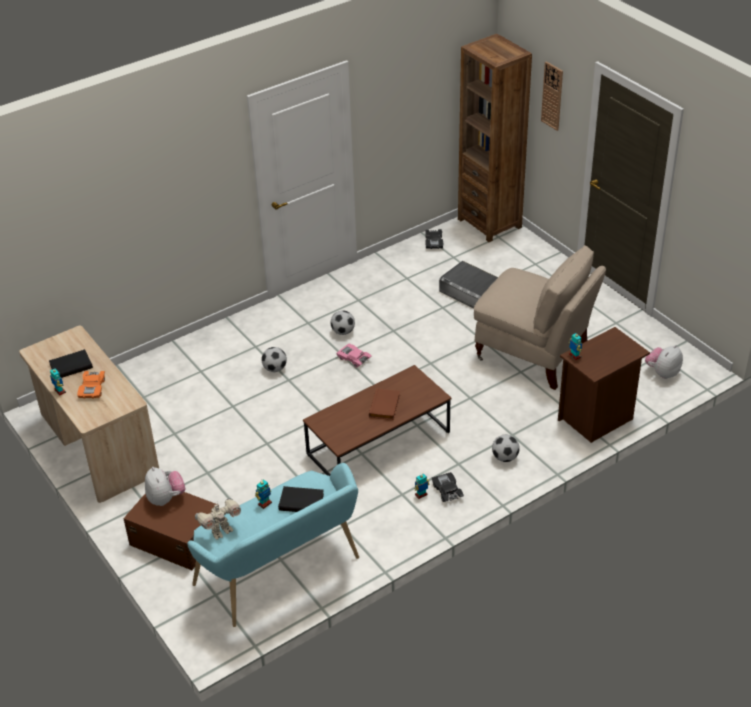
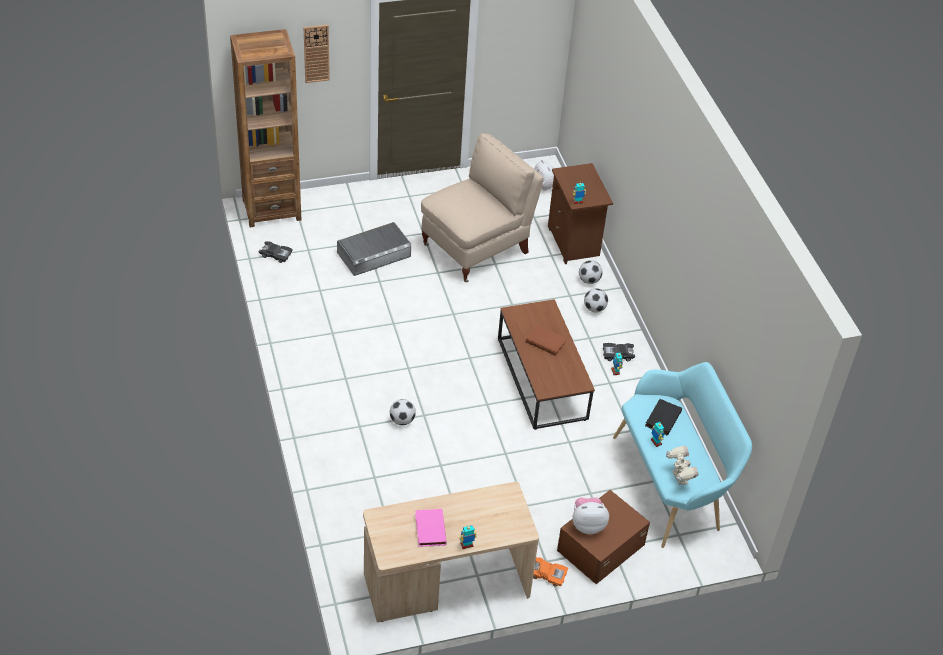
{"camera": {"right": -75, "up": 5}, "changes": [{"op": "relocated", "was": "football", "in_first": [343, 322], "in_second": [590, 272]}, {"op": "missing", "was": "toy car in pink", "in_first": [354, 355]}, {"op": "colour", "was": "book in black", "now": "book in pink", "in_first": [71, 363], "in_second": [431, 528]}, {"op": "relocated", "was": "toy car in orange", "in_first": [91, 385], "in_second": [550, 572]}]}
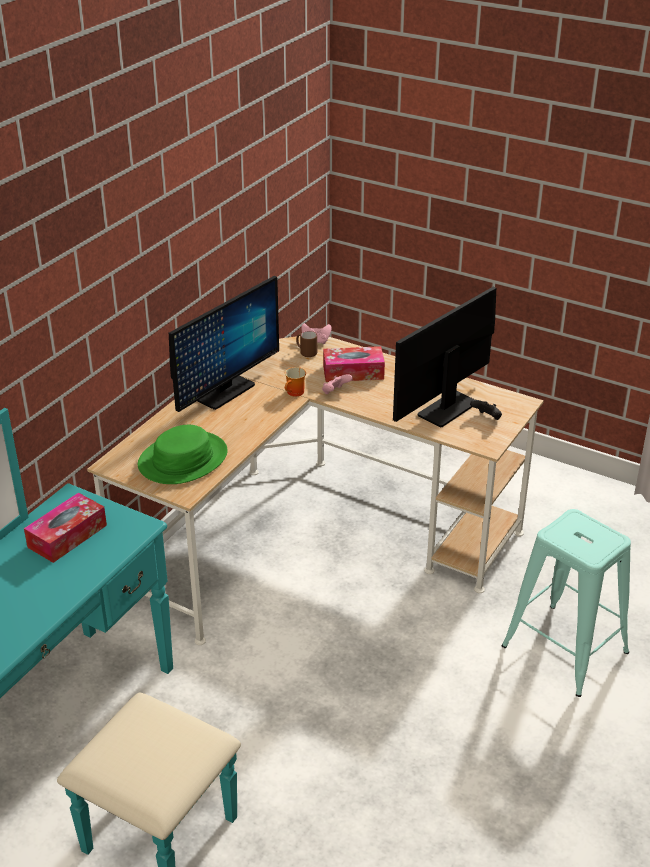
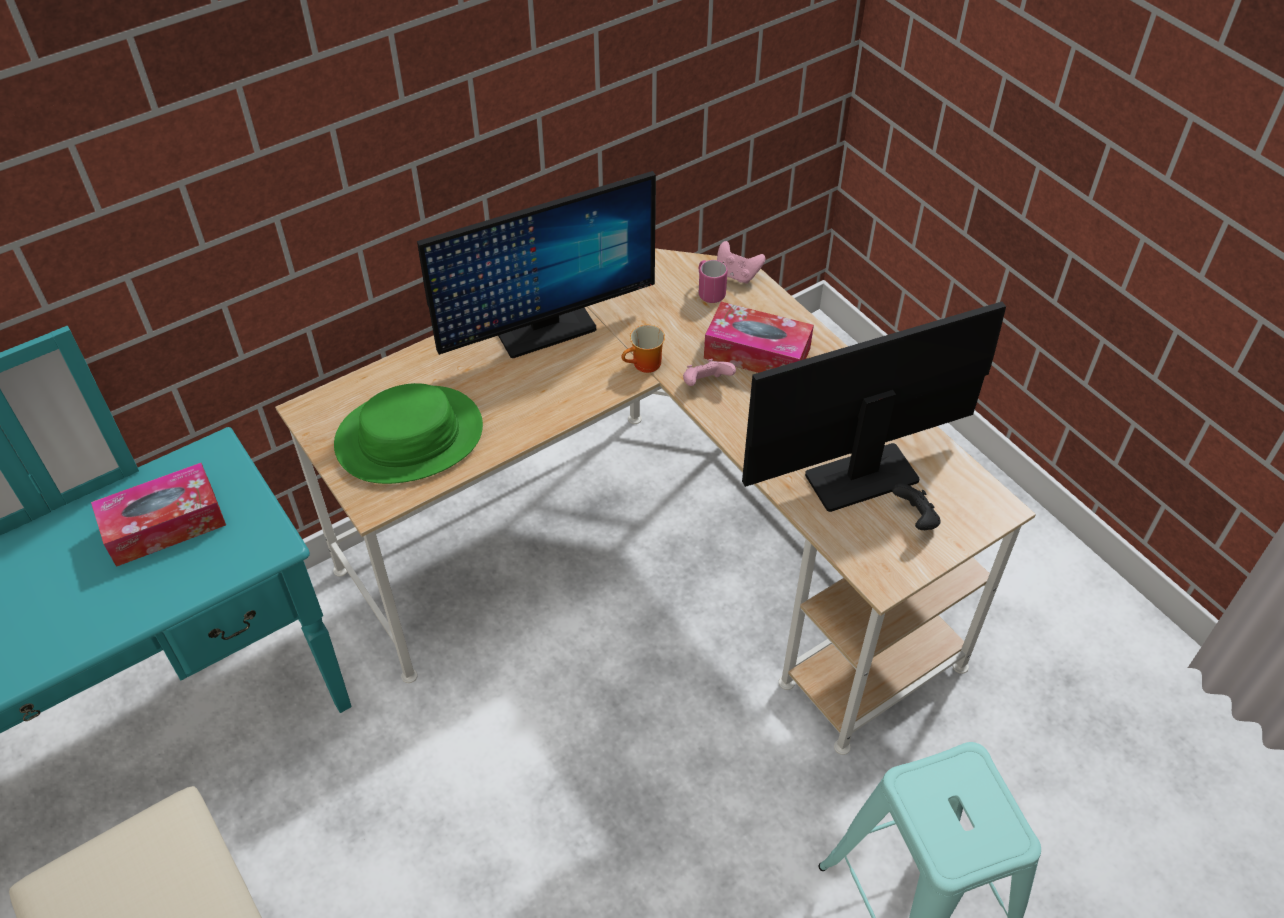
{"camera": {"right": 25, "up": 15}, "changes": [{"op": "colour", "was": "mug in brown", "now": "mug in pink", "in_first": [306, 344], "in_second": [713, 281]}]}
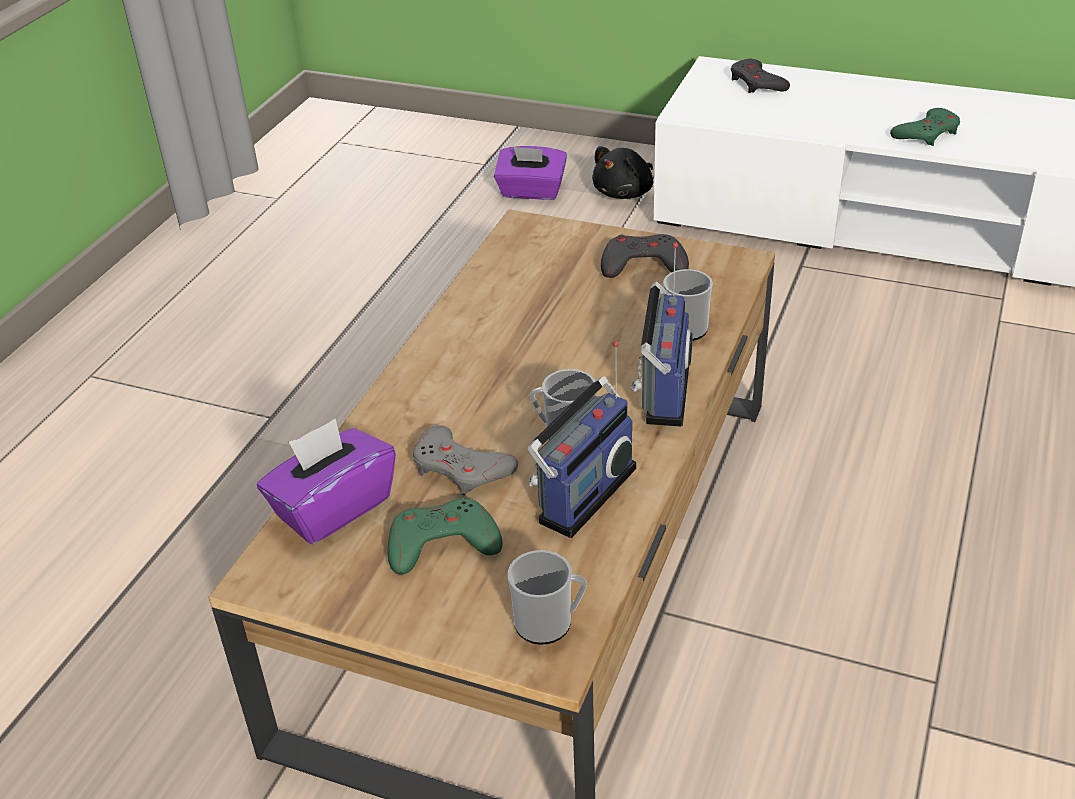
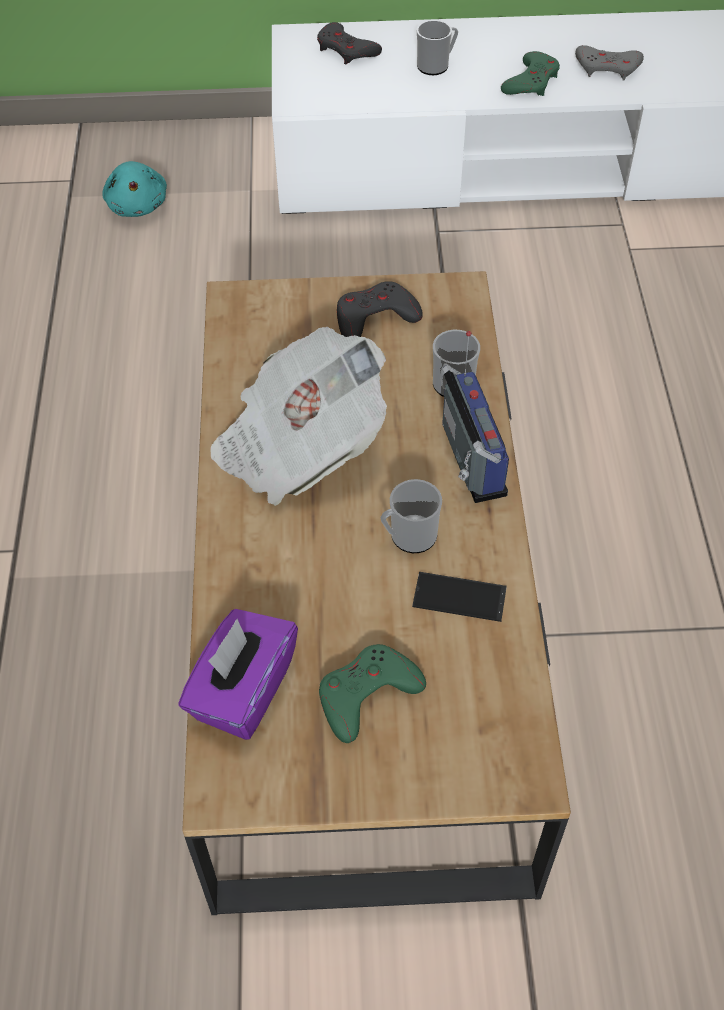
{"camera": {"right": -25, "up": 15}, "changes": [{"op": "exchanged", "was": "tissue box in purple", "now": "plush toy in turquoise", "in_first": [530, 173], "in_second": [134, 189]}, {"op": "missing", "was": "plush toy in black", "in_first": [622, 172]}, {"op": "exchanged", "was": "radio", "now": "phone", "in_first": [581, 439], "in_second": [459, 597]}, {"op": "relocated", "was": "game controller in grey", "in_first": [465, 460], "in_second": [609, 62]}, {"op": "relocated", "was": "mug", "in_first": [547, 597], "in_second": [437, 47]}, {"op": "appeared", "now": "newspaper", "in_second": [298, 416]}]}
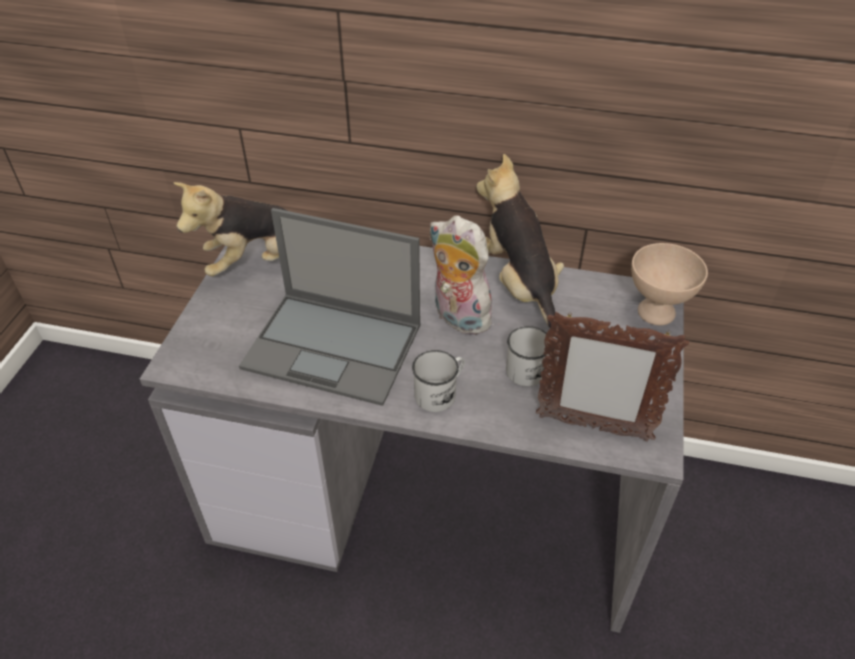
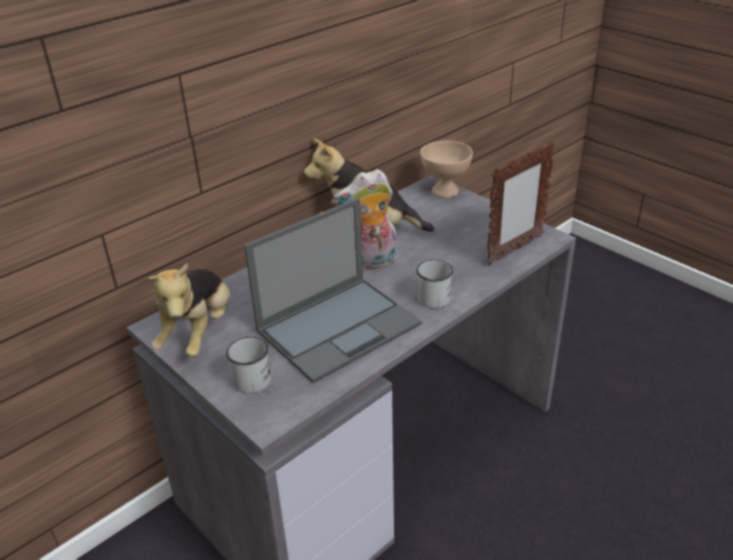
{"camera": {"right": -55, "up": -10}, "changes": [{"op": "relocated", "was": "mug in white", "in_first": [530, 356], "in_second": [248, 365]}]}
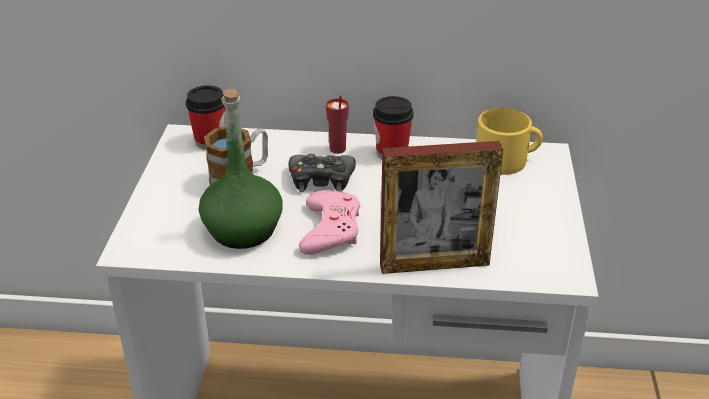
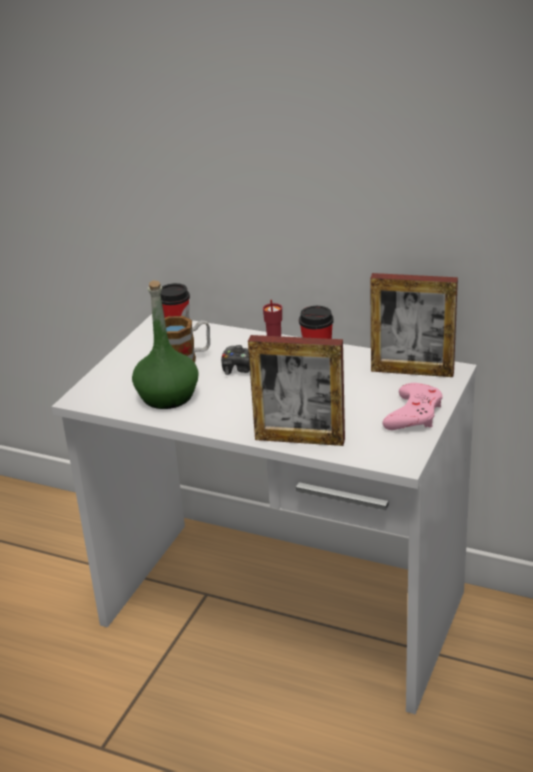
{"camera": {"right": 20, "up": -5}, "changes": [{"op": "exchanged", "was": "mug in yellow", "now": "picture frame", "in_first": [509, 141], "in_second": [414, 325]}, {"op": "relocated", "was": "game controller in pink", "in_first": [329, 222], "in_second": [412, 406]}]}
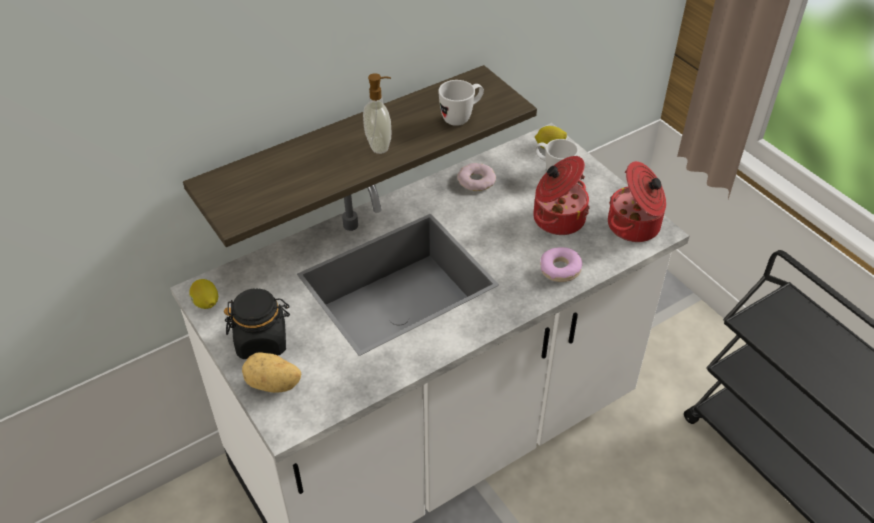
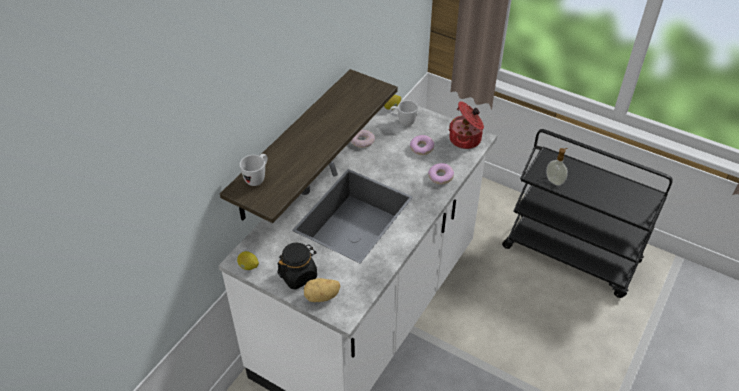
{"camera": {"right": -25, "up": 0}, "changes": [{"op": "relocated", "was": "soap dispenser", "in_first": [377, 113], "in_second": [557, 167]}, {"op": "relocated", "was": "mug in white", "in_first": [461, 103], "in_second": [254, 170]}, {"op": "exchanged", "was": "cooking pot", "now": "donut", "in_first": [561, 195], "in_second": [422, 145]}]}
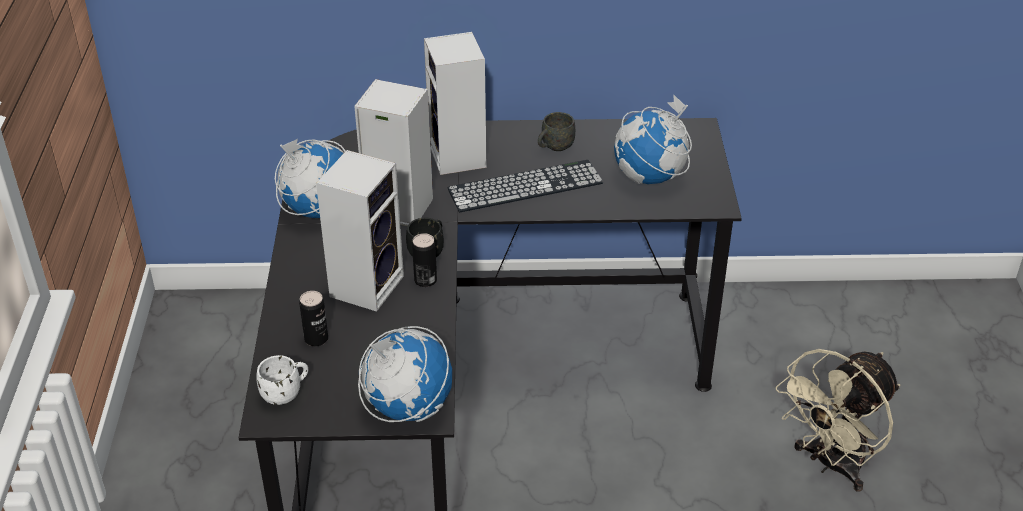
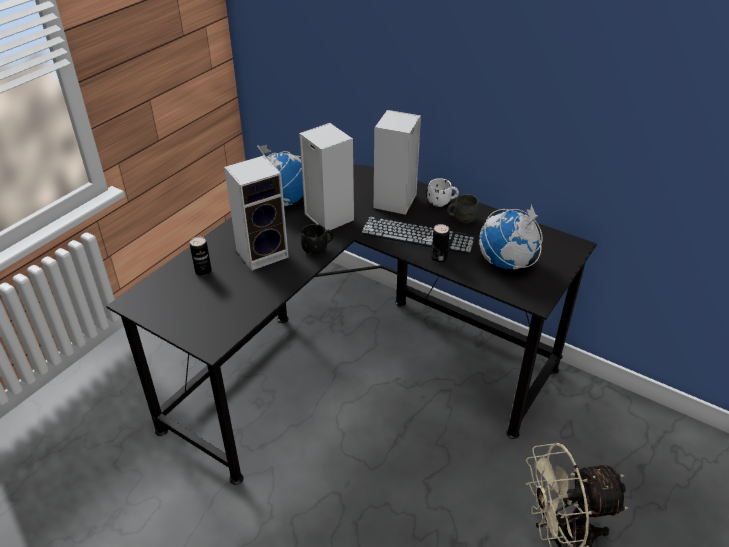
{"camera": {"right": 35, "up": 0}, "changes": [{"op": "relocated", "was": "can", "in_first": [424, 260], "in_second": [440, 243]}, {"op": "missing", "was": "globe", "in_first": [405, 374]}, {"op": "relocated", "was": "mug in white", "in_first": [282, 380], "in_second": [443, 192]}]}
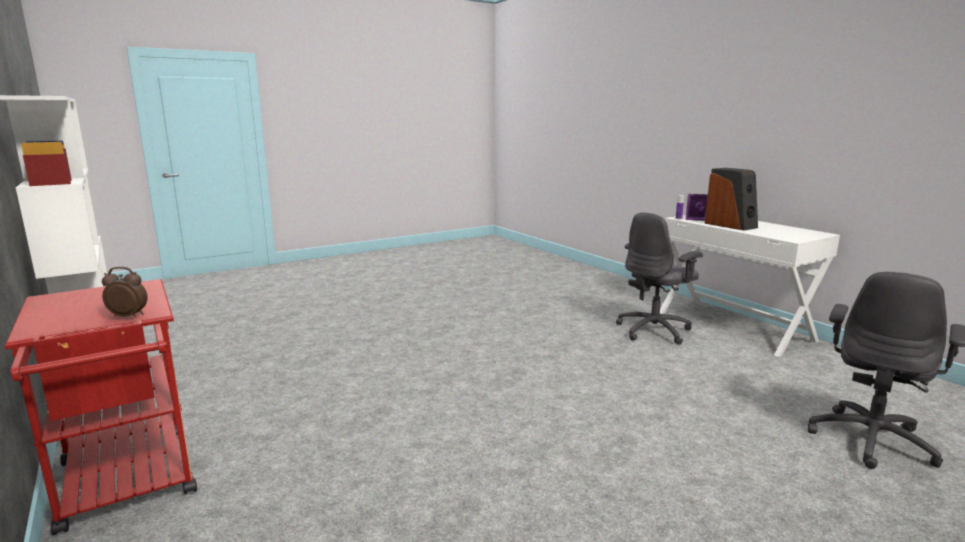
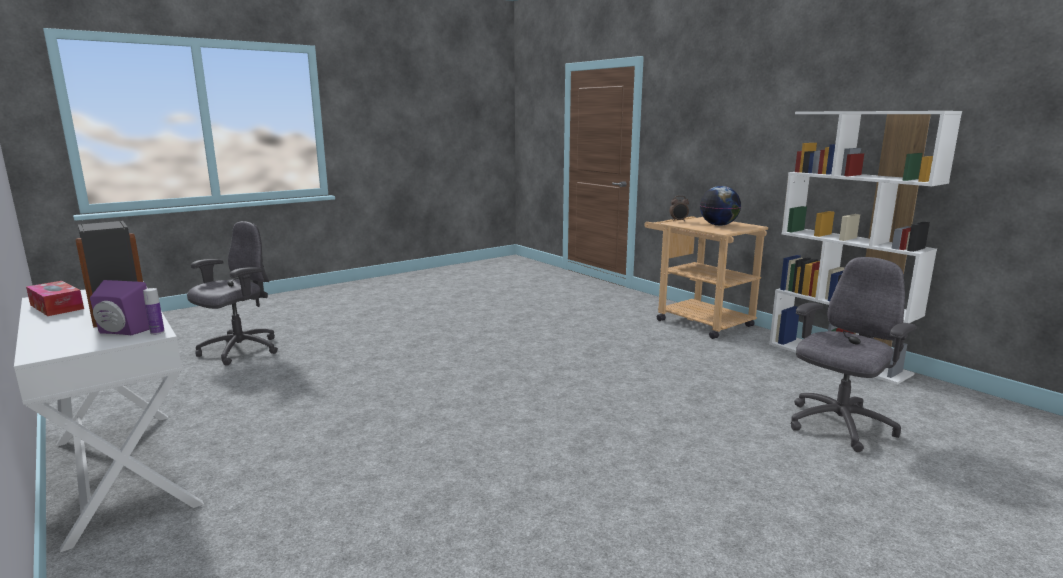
{"camera": {"right": 175, "up": 0}, "changes": [{"op": "relocated", "was": "office chair in grey", "in_first": [659, 278], "in_second": [854, 354]}, {"op": "colour", "was": "cart in red", "now": "cart in beige", "in_first": [101, 407], "in_second": [706, 277]}, {"op": "appeared", "now": "globe", "in_second": [720, 206]}, {"op": "appeared", "now": "tissue box", "in_second": [55, 298]}]}
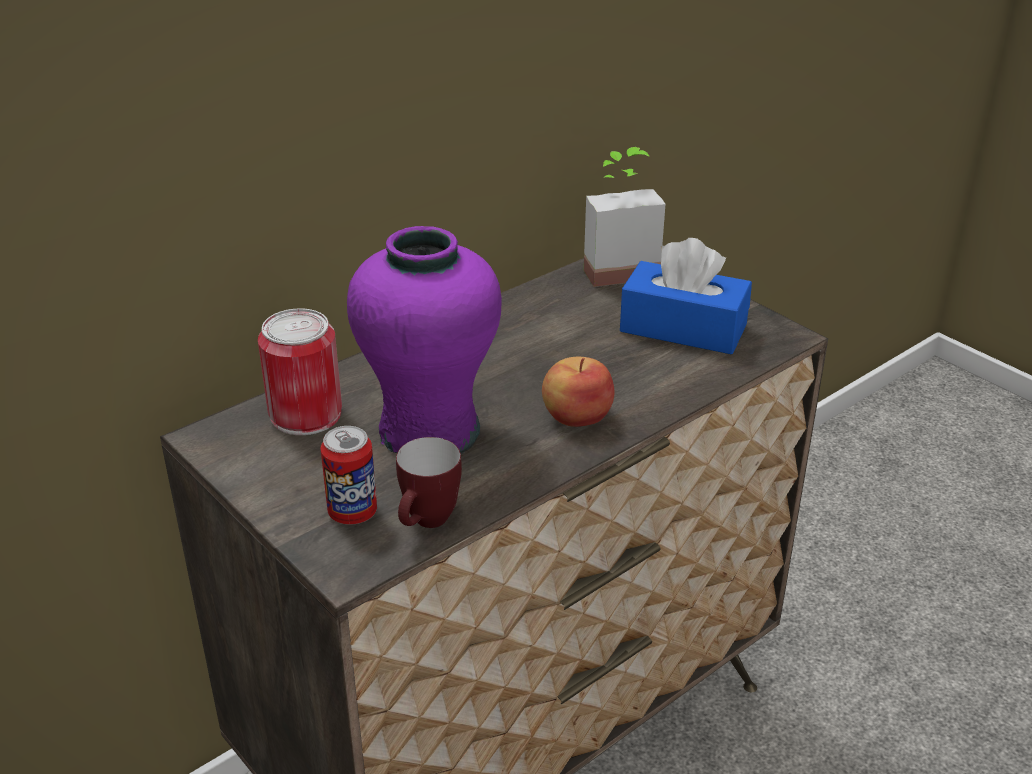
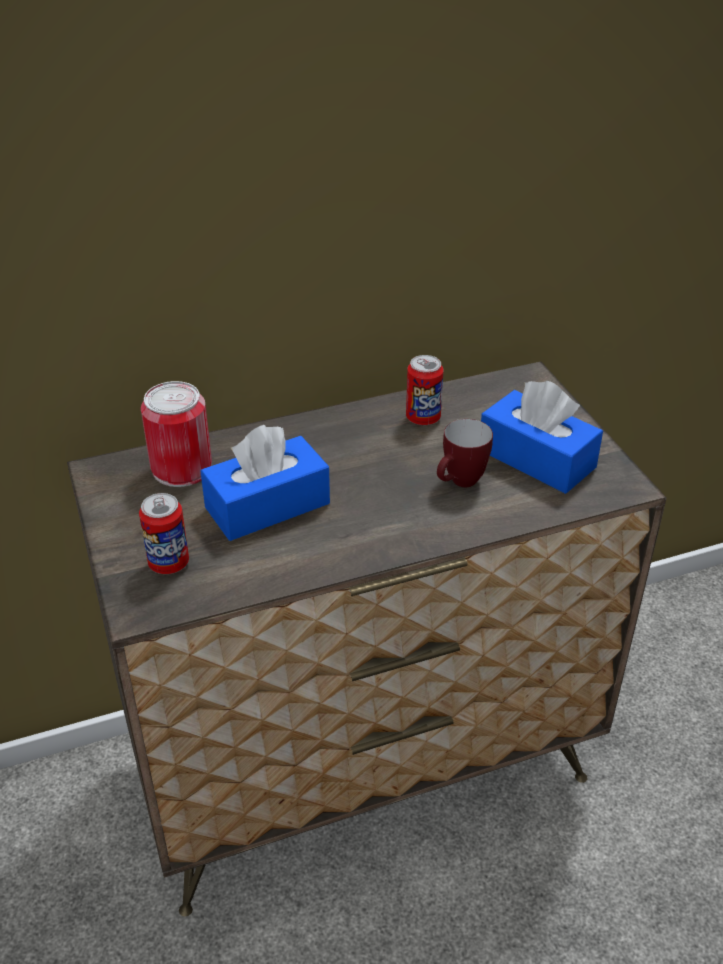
{"camera": {"right": 20, "up": 5}, "changes": [{"op": "missing", "was": "potted plant", "in_first": [624, 217]}, {"op": "exchanged", "was": "vase in purple", "now": "tissue box in blue", "in_first": [424, 340], "in_second": [265, 483]}, {"op": "missing", "was": "apple", "in_first": [578, 392]}, {"op": "relocated", "was": "mug", "in_first": [429, 482], "in_second": [465, 453]}, {"op": "appeared", "now": "can", "in_second": [425, 390]}]}
